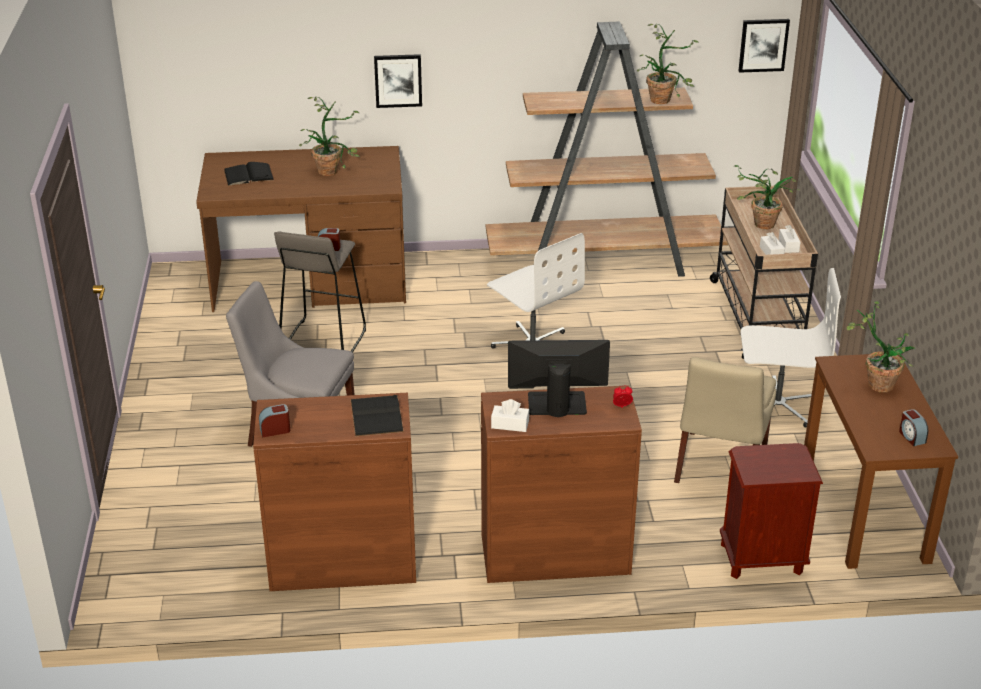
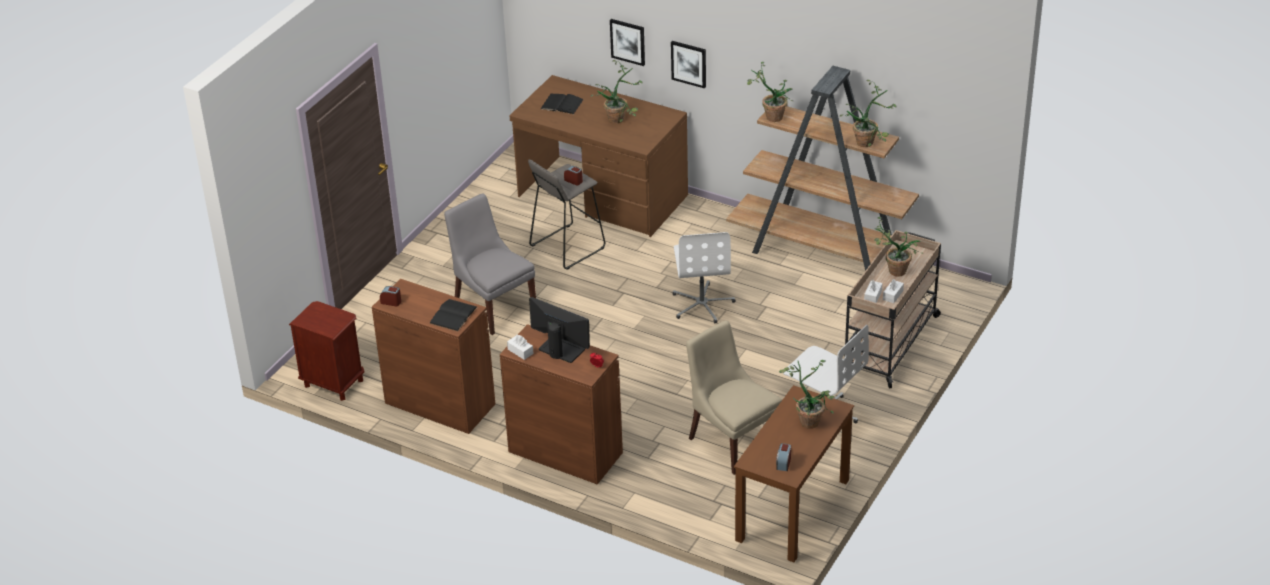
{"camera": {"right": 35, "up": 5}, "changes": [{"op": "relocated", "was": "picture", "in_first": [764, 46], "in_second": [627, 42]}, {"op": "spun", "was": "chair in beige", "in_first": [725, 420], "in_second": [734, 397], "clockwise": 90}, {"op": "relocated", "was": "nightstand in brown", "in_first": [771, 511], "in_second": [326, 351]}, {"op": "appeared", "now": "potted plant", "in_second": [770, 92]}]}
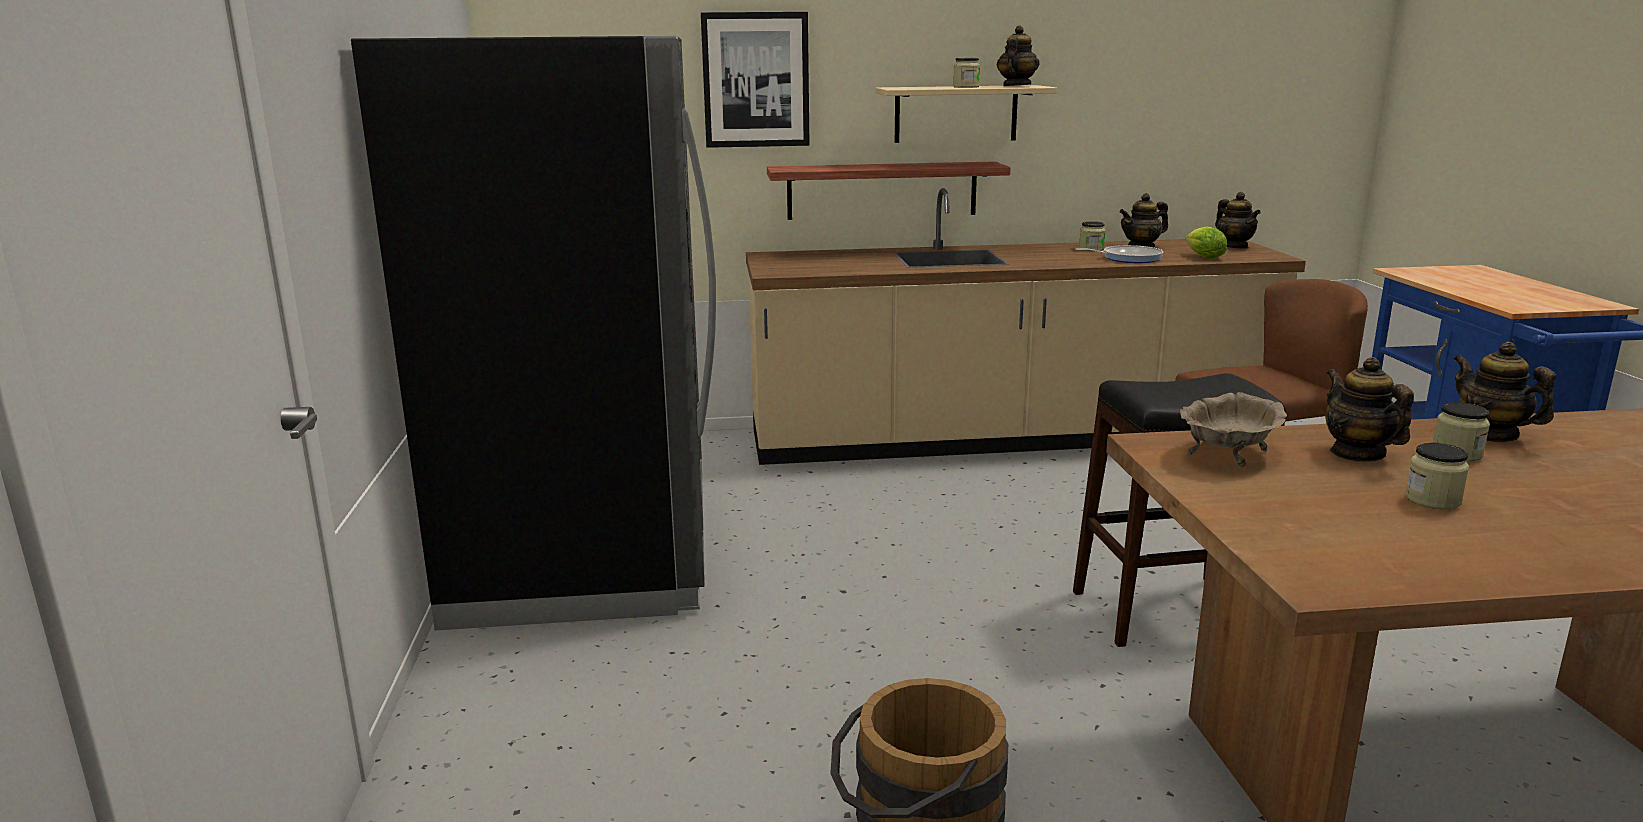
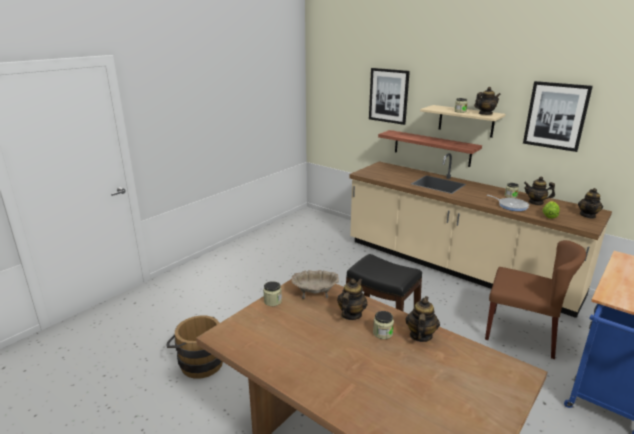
{"camera": {"right": 45, "up": 5}, "changes": [{"op": "missing", "was": "fridge in black", "in_first": [533, 333]}, {"op": "relocated", "was": "jar", "in_first": [1437, 476], "in_second": [272, 293]}, {"op": "appeared", "now": "picture", "in_second": [558, 116]}]}
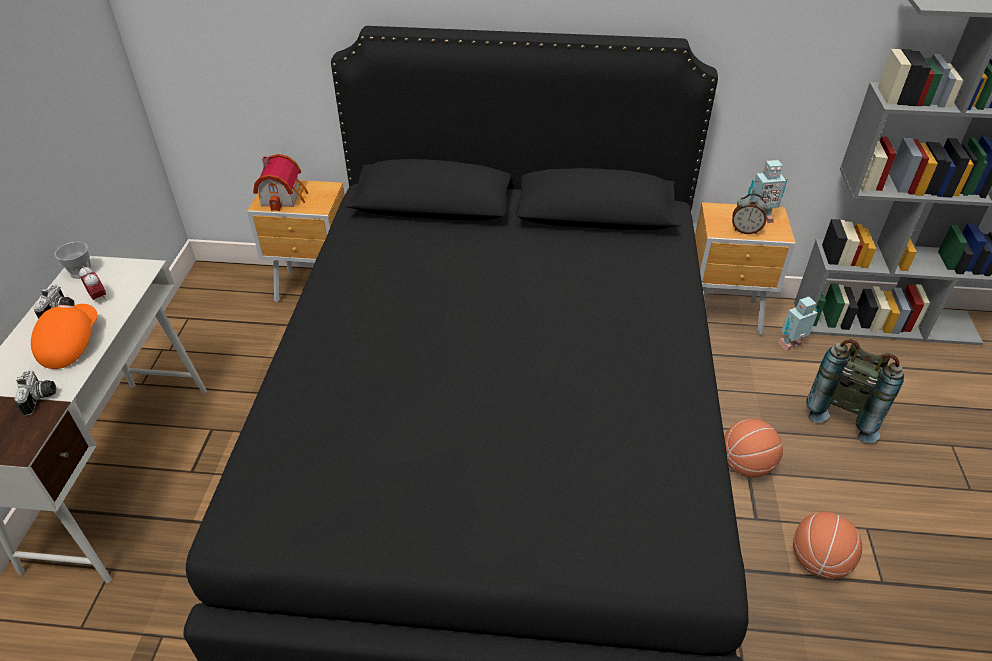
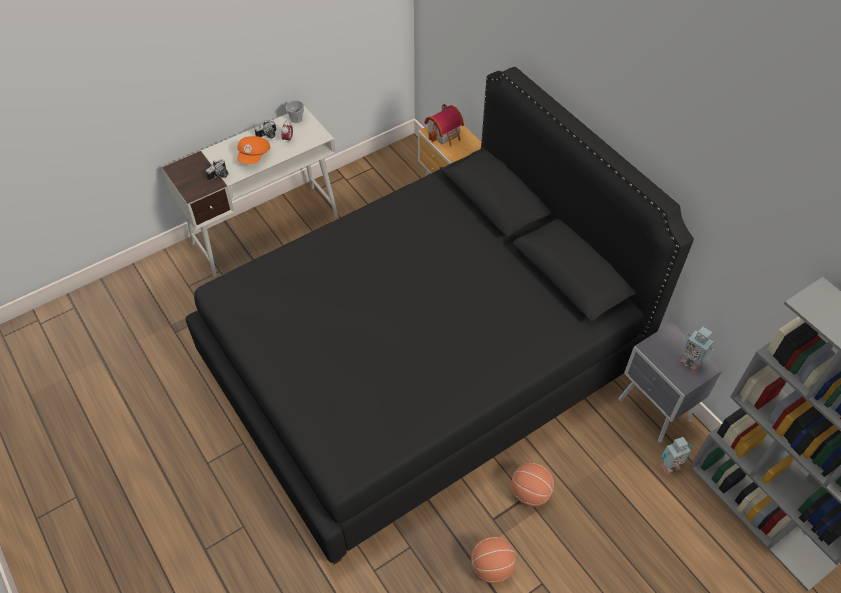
{"camera": {"right": 50, "up": 10}, "changes": [{"op": "missing", "was": "alarm clock", "in_first": [750, 213]}, {"op": "colour", "was": "nightstand in brown", "now": "nightstand in grey", "in_first": [745, 268], "in_second": [671, 382]}, {"op": "spun", "was": "toy robot", "in_first": [798, 324], "in_second": [676, 456], "clockwise": 135}, {"op": "spun", "was": "cap in orange", "in_first": [64, 336], "in_second": [253, 150], "clockwise": 135}, {"op": "missing", "was": "backpack in grey", "in_first": [855, 391]}]}
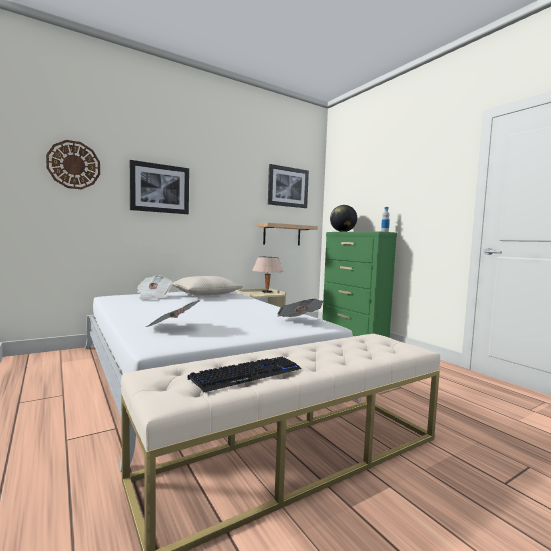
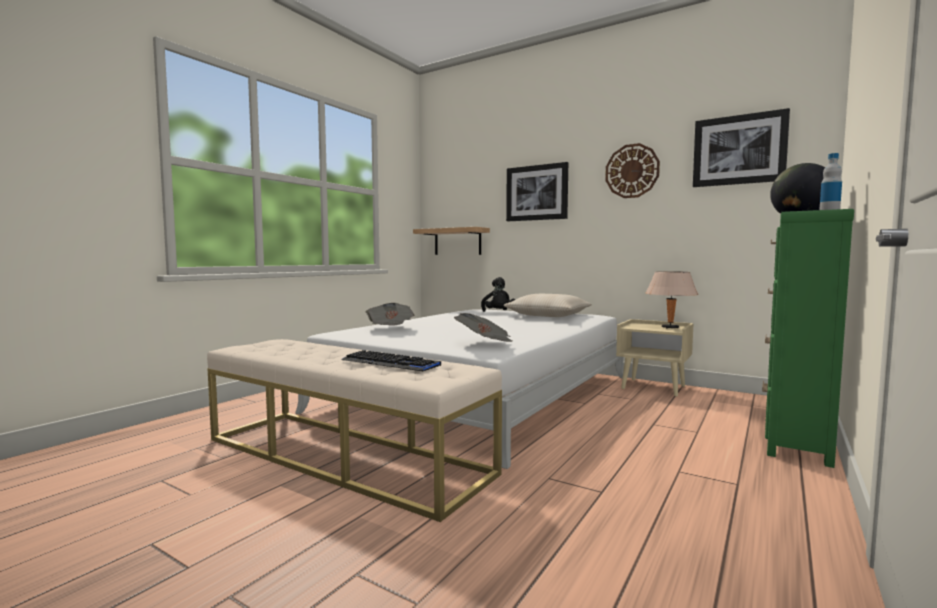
{"camera": {"right": 65, "up": 0}, "changes": [{"op": "relocated", "was": "wall clock", "in_first": [73, 164], "in_second": [632, 170]}, {"op": "relocated", "was": "shelf", "in_first": [287, 234], "in_second": [451, 241]}, {"op": "exchanged", "was": "newspaper", "now": "plush toy in black", "in_first": [155, 287], "in_second": [498, 294]}, {"op": "relocated", "was": "keyboard", "in_first": [245, 375], "in_second": [391, 360]}]}
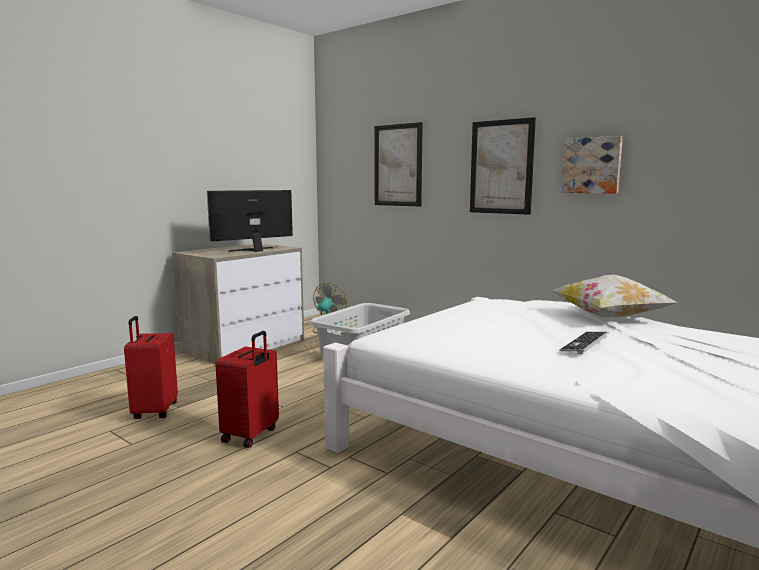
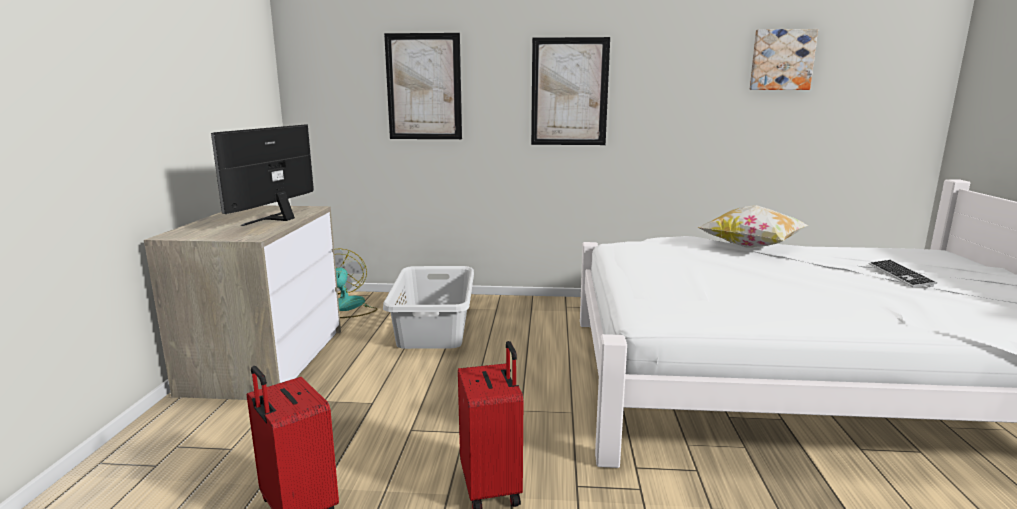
{"camera": {"right": -35, "up": 5}, "changes": [{"op": "relocated", "was": "picture", "in_first": [592, 165], "in_second": [784, 59]}, {"op": "relocated", "was": "keyboard", "in_first": [584, 343], "in_second": [903, 273]}]}
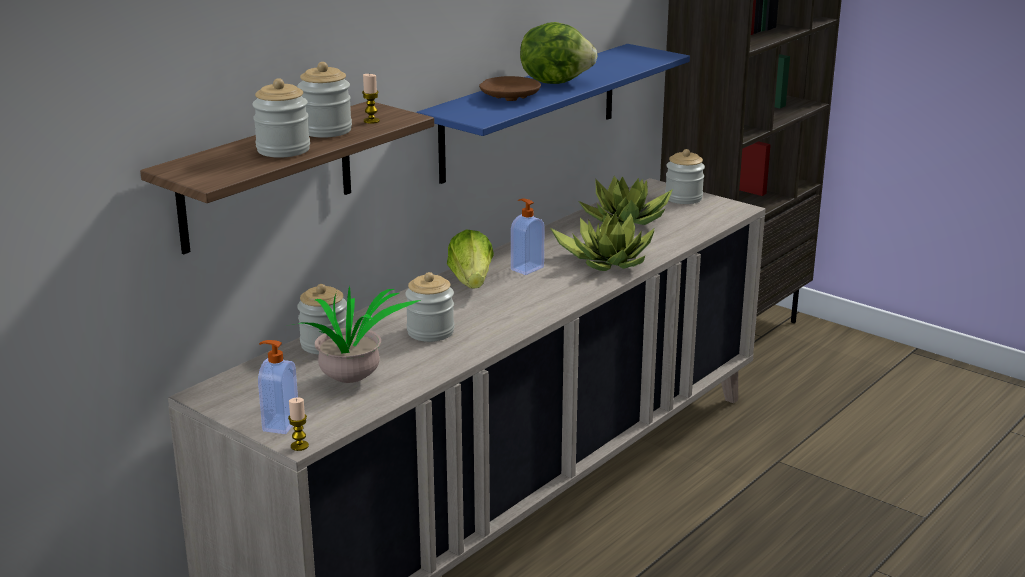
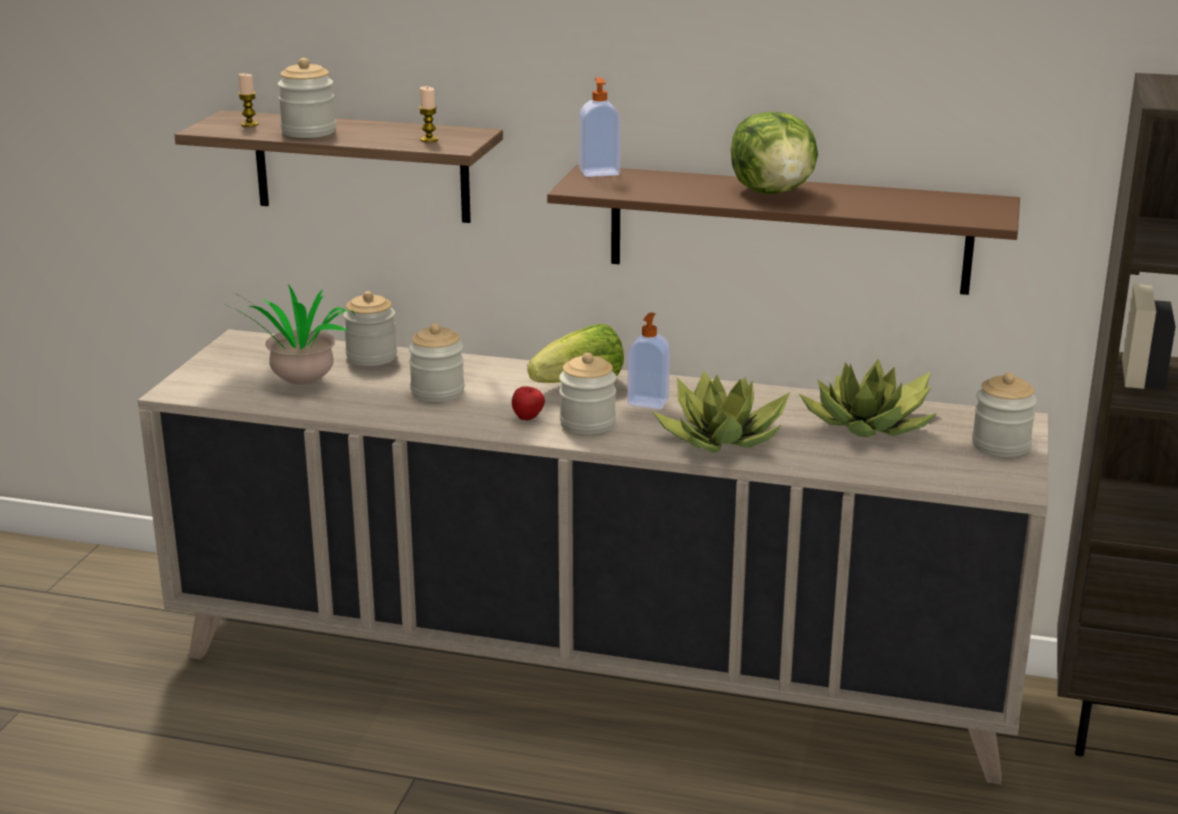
{"camera": {"right": 65, "up": 0}, "changes": [{"op": "colour", "was": "shelf in blue", "now": "shelf in brown", "in_first": [553, 114], "in_second": [783, 230]}, {"op": "relocated", "was": "jar", "in_first": [324, 100], "in_second": [587, 394]}, {"op": "missing", "was": "plate in brown", "in_first": [510, 88]}, {"op": "relocated", "was": "soap dispenser", "in_first": [278, 387], "in_second": [600, 127]}, {"op": "relocated", "was": "candle", "in_first": [298, 424], "in_second": [248, 100]}, {"op": "appeared", "now": "apple", "in_second": [528, 403]}]}
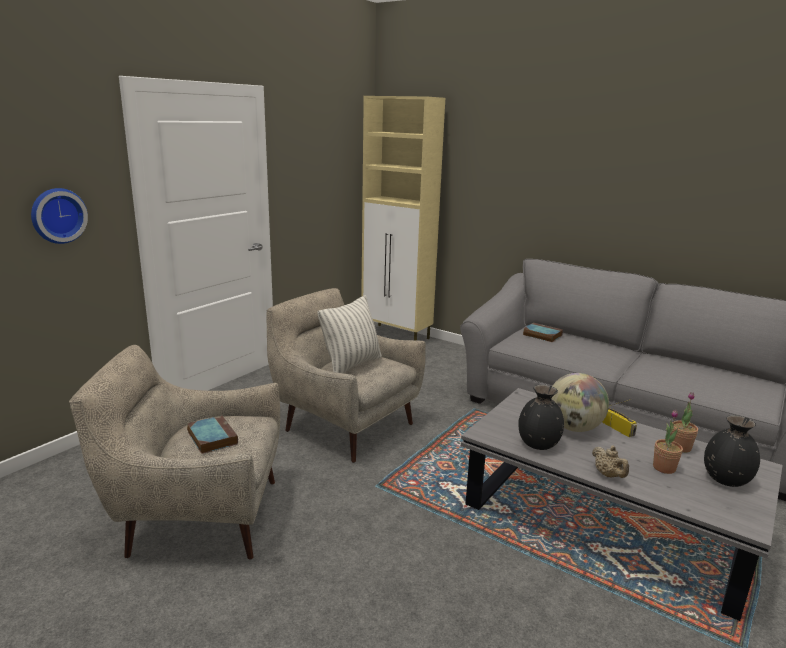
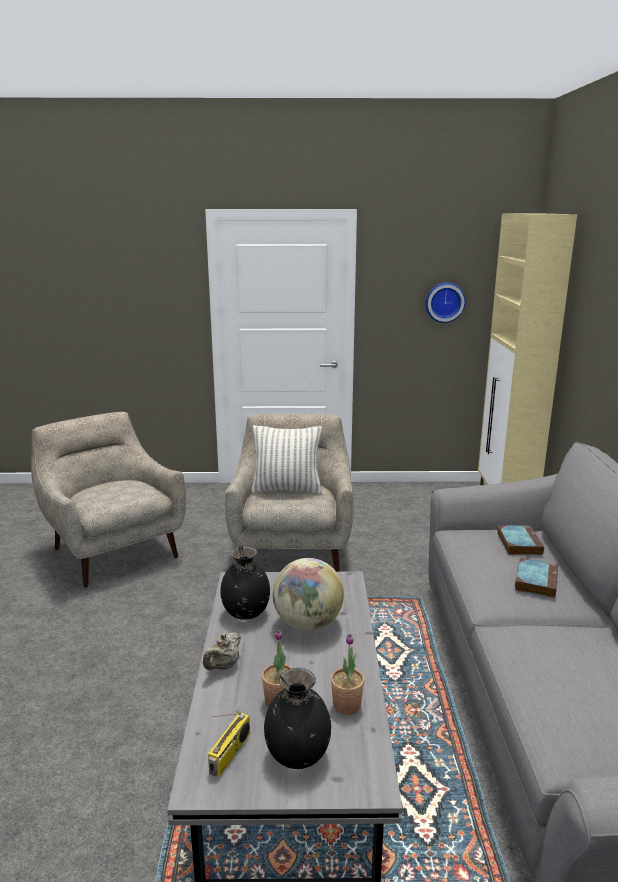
{"camera": {"right": 55, "up": 0}, "changes": [{"op": "relocated", "was": "wall clock", "in_first": [59, 216], "in_second": [445, 302]}, {"op": "relocated", "was": "radio", "in_first": [619, 418], "in_second": [229, 744]}, {"op": "relocated", "was": "book", "in_first": [212, 434], "in_second": [536, 577]}]}
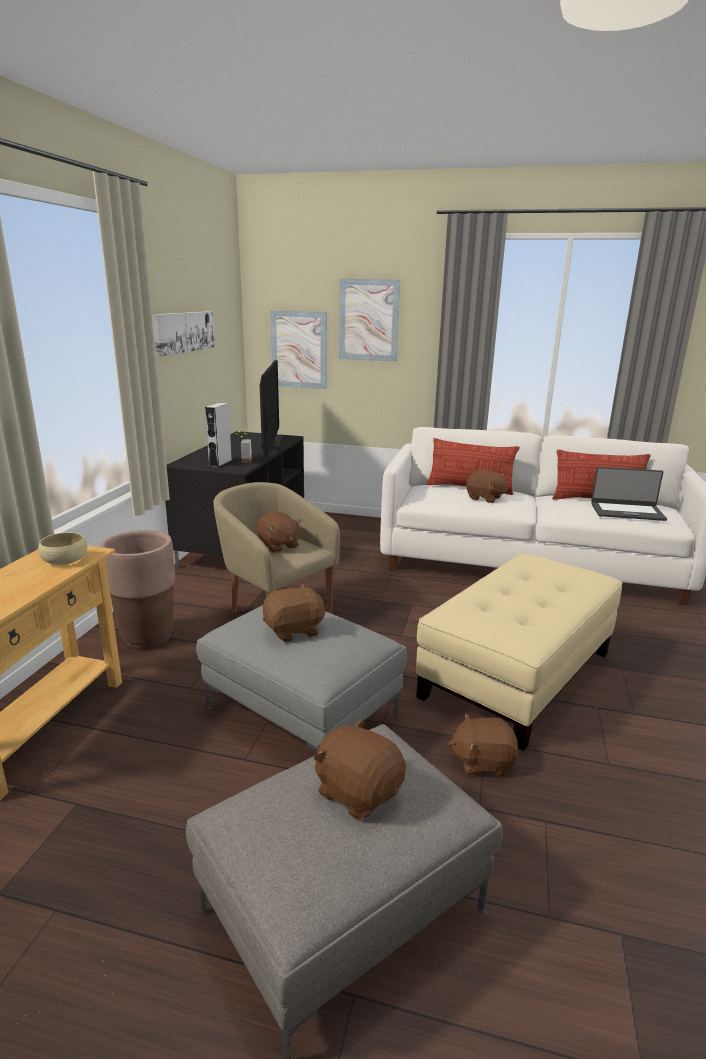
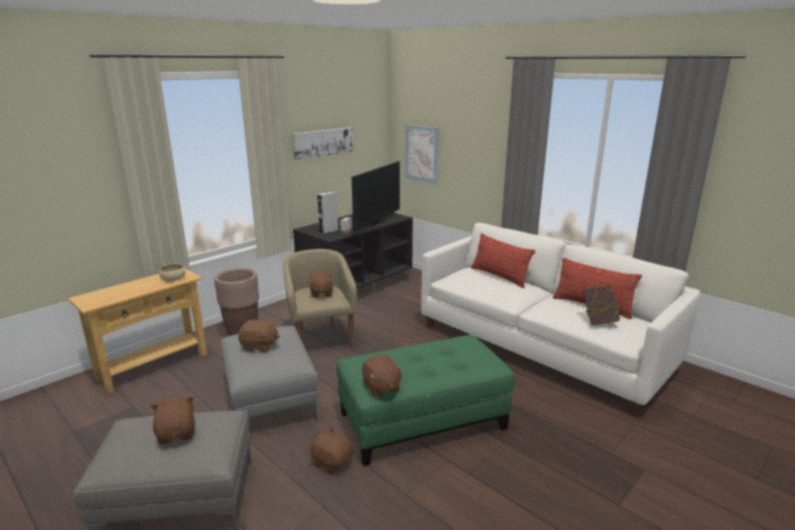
{"camera": {"right": 30, "up": 0}, "changes": [{"op": "missing", "was": "picture", "in_first": [369, 320]}, {"op": "exchanged", "was": "laptop", "now": "book", "in_first": [629, 494], "in_second": [601, 305]}, {"op": "relocated", "was": "plush toy in brown", "in_first": [487, 486], "in_second": [382, 376]}, {"op": "colour", "was": "ottoman in beige", "now": "ottoman in green", "in_first": [519, 652], "in_second": [425, 400]}]}
